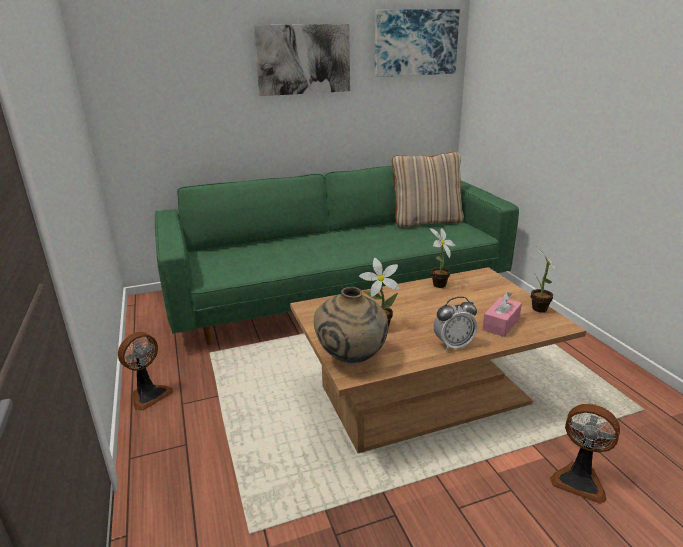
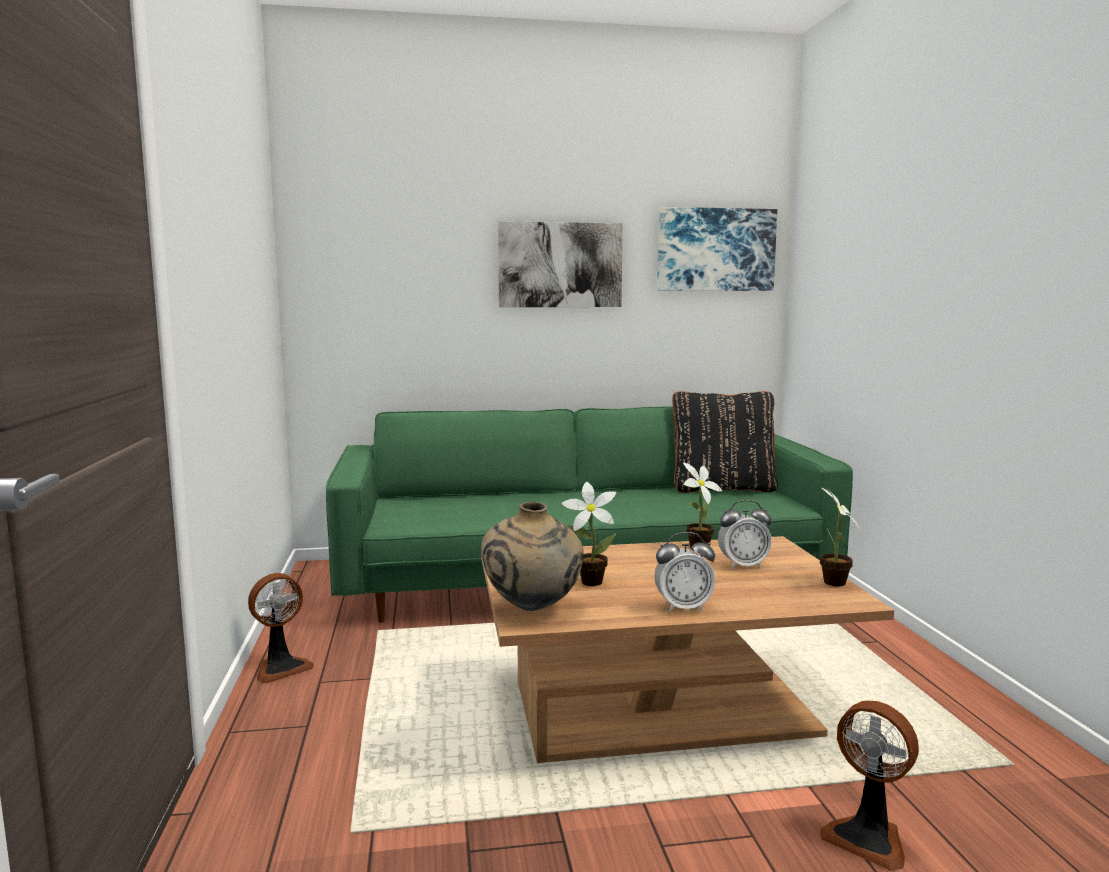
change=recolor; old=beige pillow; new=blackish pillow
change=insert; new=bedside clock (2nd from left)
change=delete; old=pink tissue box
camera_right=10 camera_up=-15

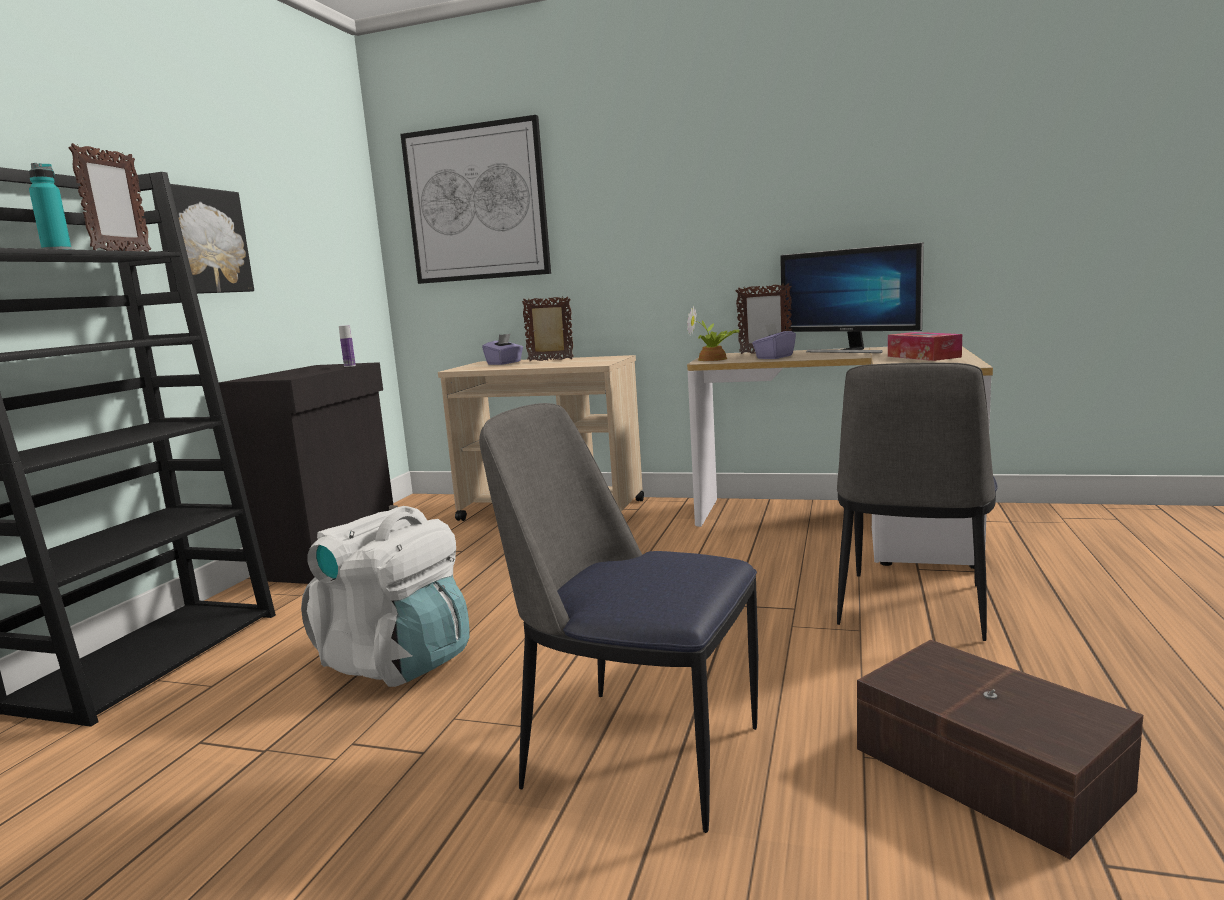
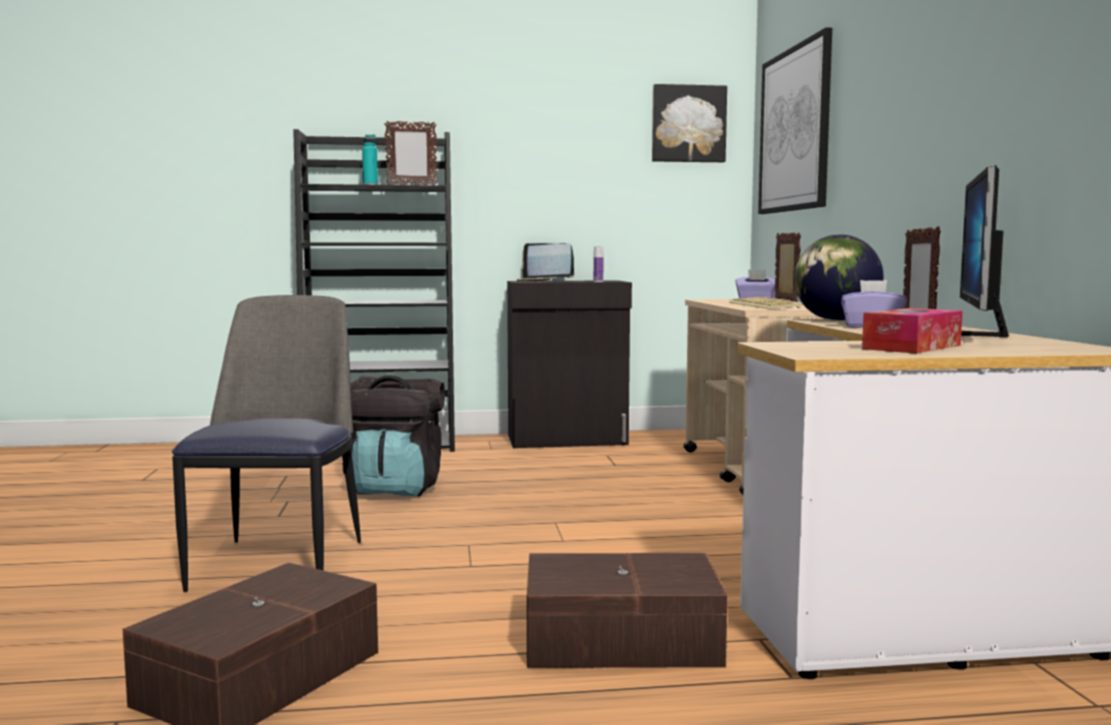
change=recolor; old=white backpack; new=blackish backpack
change=insert; new=laptop
change=replace; old=chair (2nd from left); new=brown storage box (2nd from left)
change=move; old=picture (1st from left)
change=insert; new=keyboard
change=replace; old=potted plant; new=world globe
camera_right=65 camera_up=-5

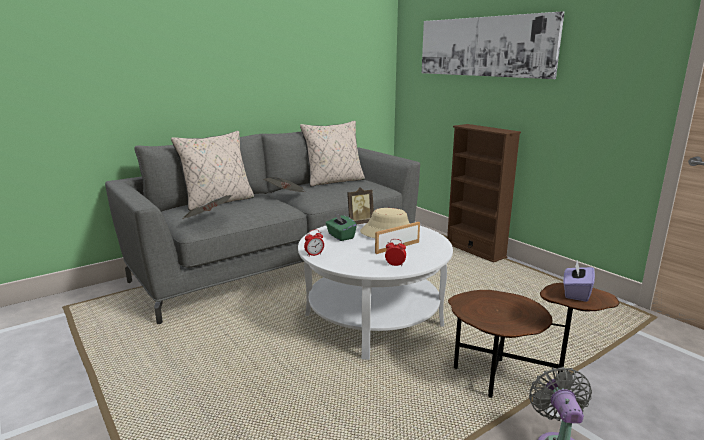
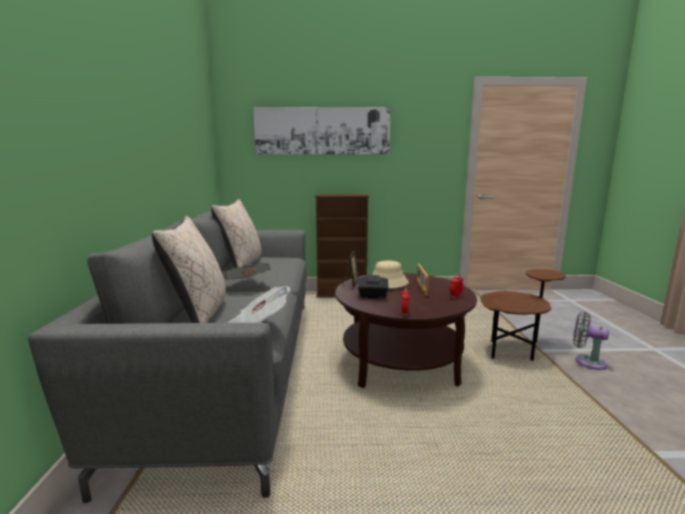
change=recolor; old=white low table; new=brown low table
change=recolor; old=green tissue box; new=blackish tissue box
change=delete; old=purple tissue box
camera_right=-55 camera_up=-5

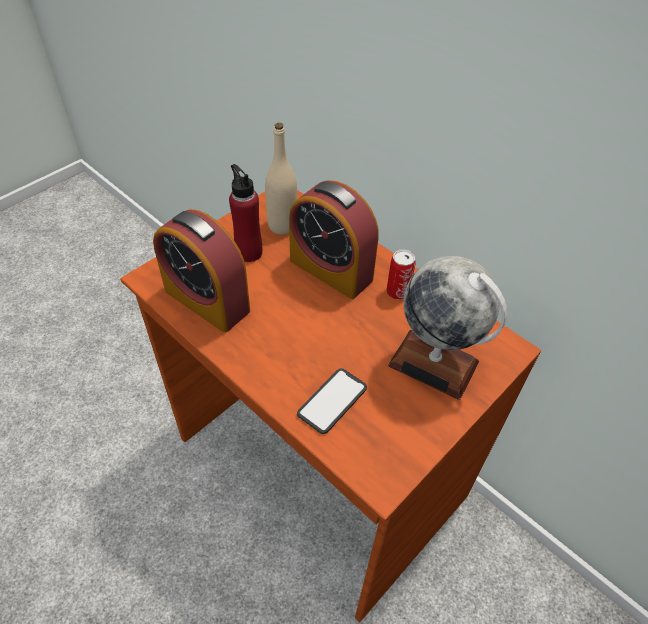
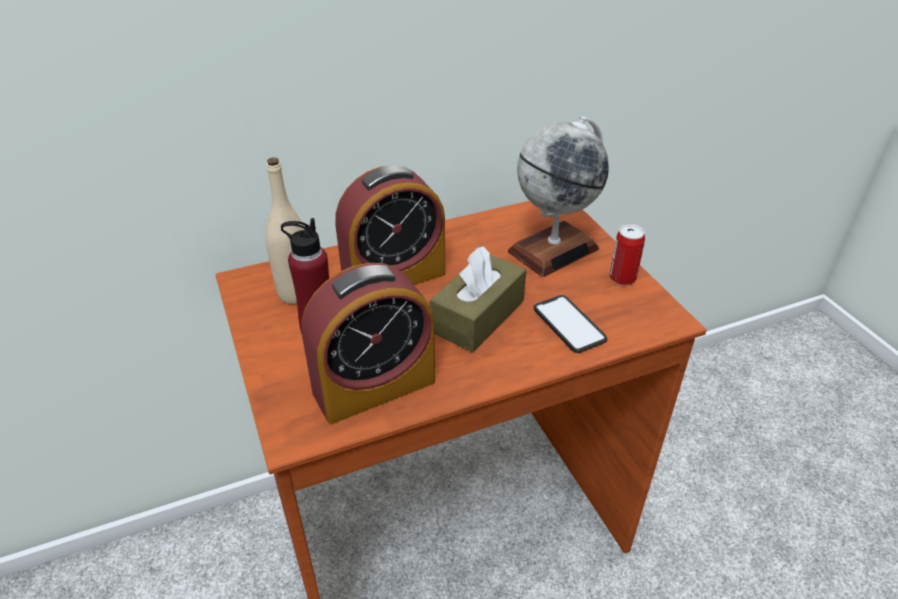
change=insert; new=brown tissue box
change=move; old=can
camera_right=-65 camera_up=-10

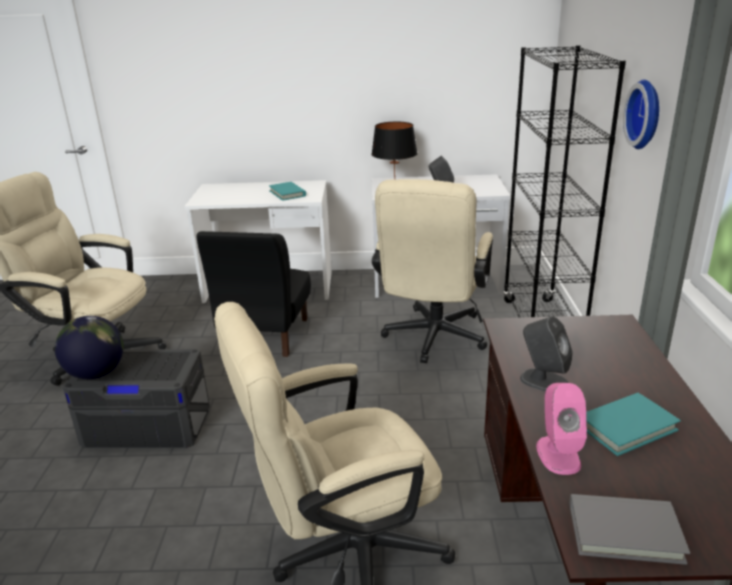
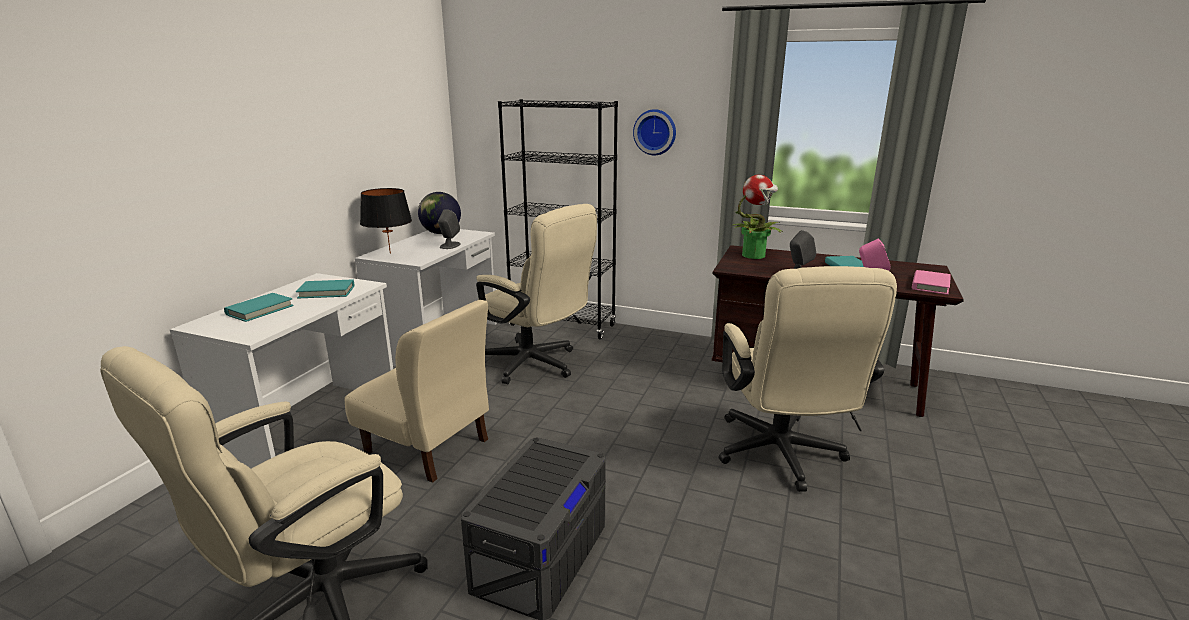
change=insert; new=blue-green book (1st from left)
change=recolor; old=blackish chair; new=beige chair
change=move; old=world globe
change=insert; new=potted plant
change=recolor; old=greyish book; new=pink book
camera_right=-70 camera_up=-5

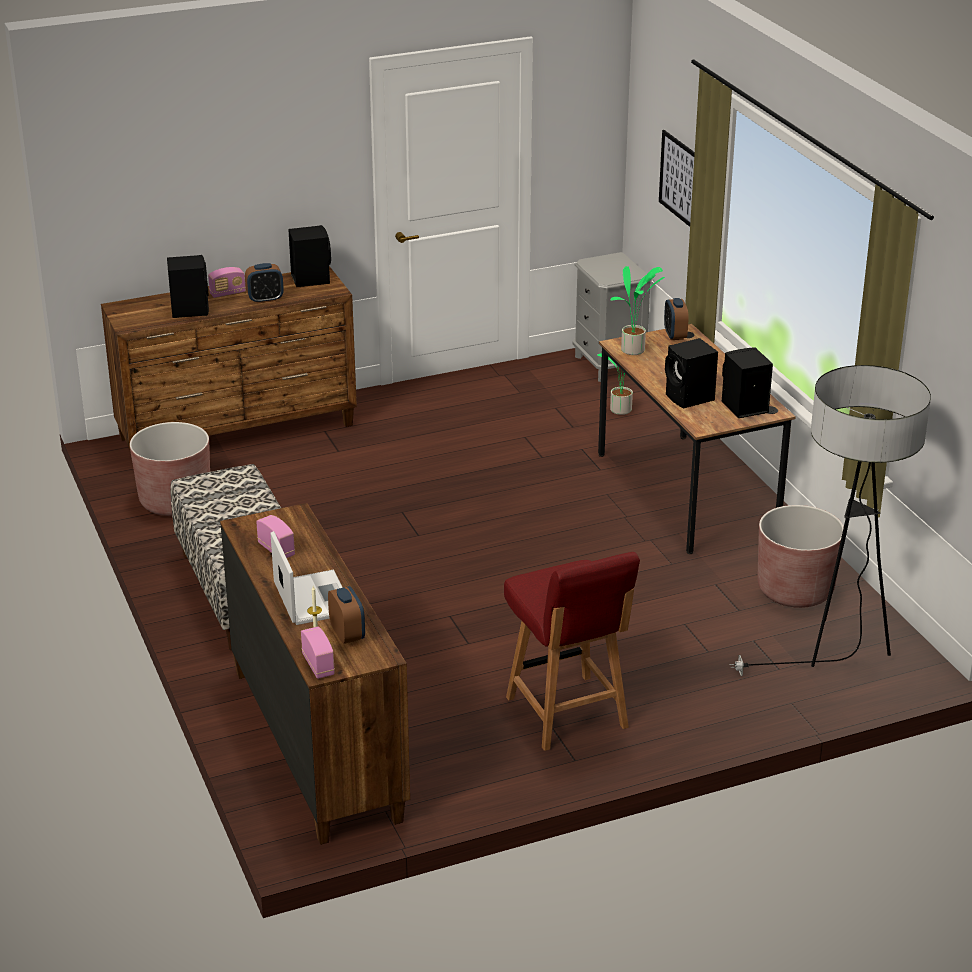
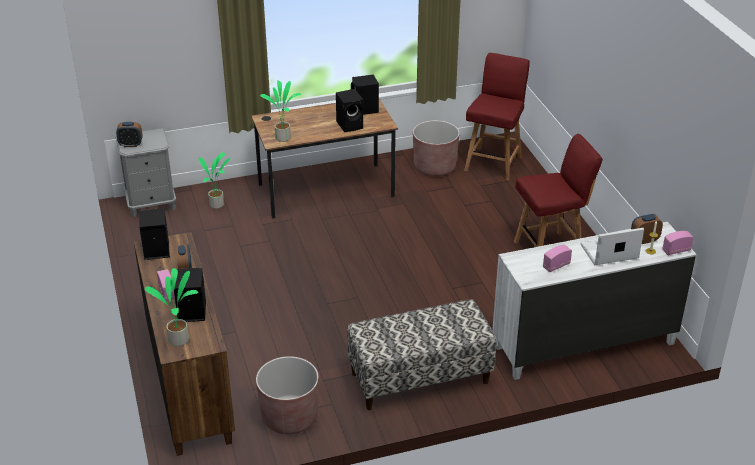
change=move; old=bedside clock (3rd from left in the first image); new=bedside clock (1st from left)
change=insert; new=potted plant (1st from left)
change=replace; old=floor lamp; new=red-coloured chair (1st from left)
change=recolor; old=brown dresser (2nd from left); new=white dresser
change=delete; old=picture
camera_right=-85 camera_up=5

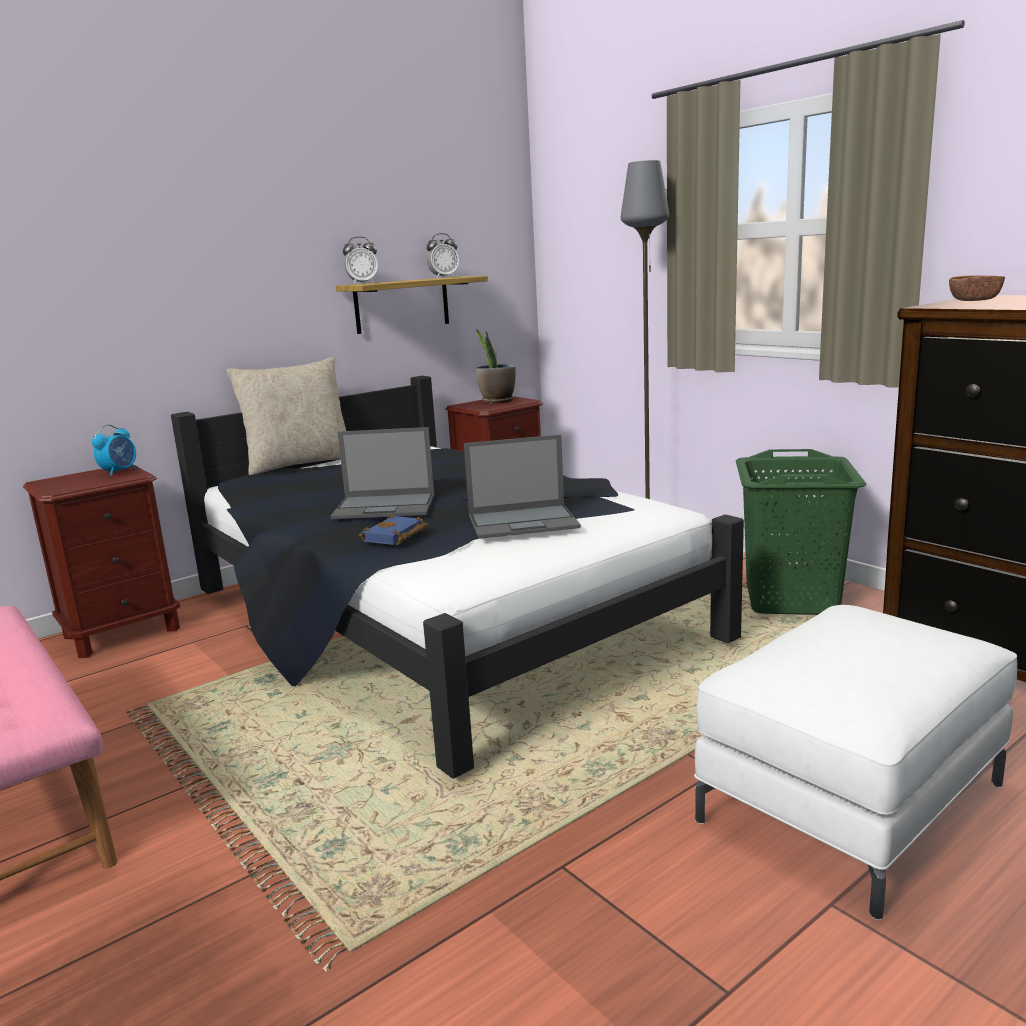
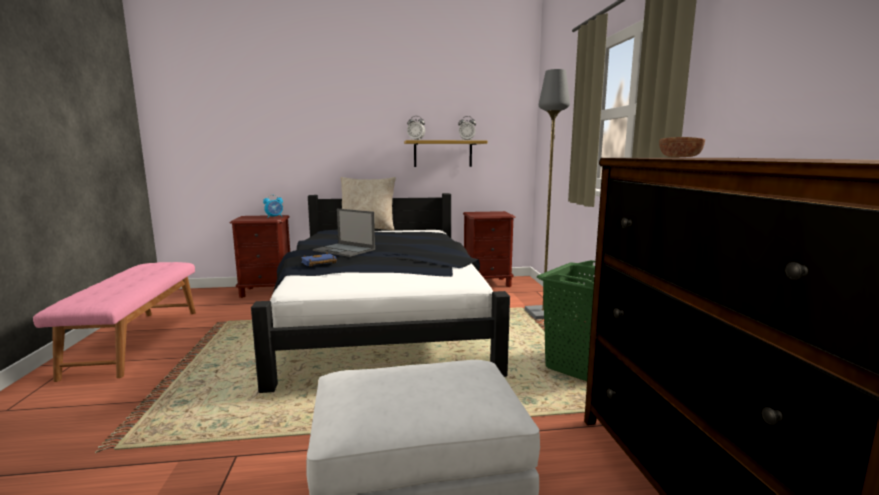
change=delete; old=laptop (2nd from left)
change=delete; old=potted plant
camera_right=30 camera_up=-5

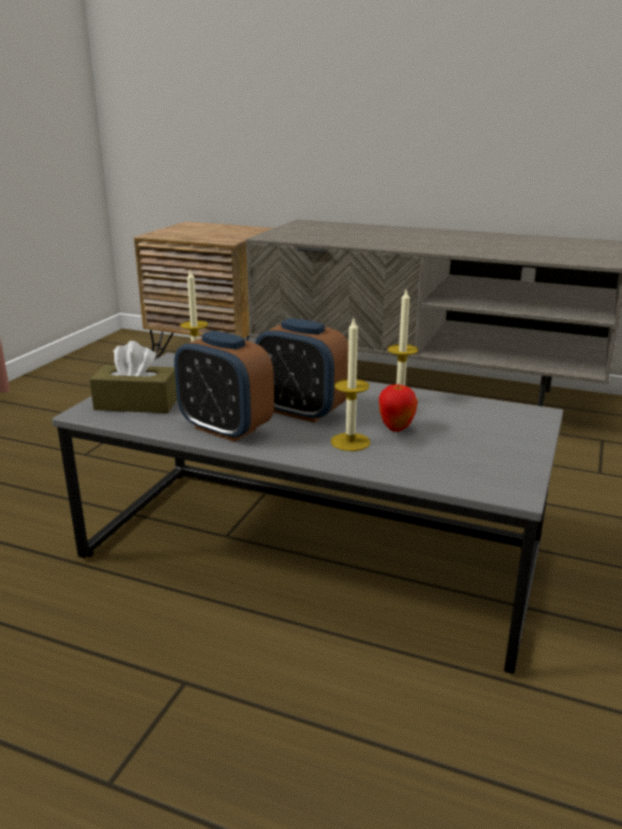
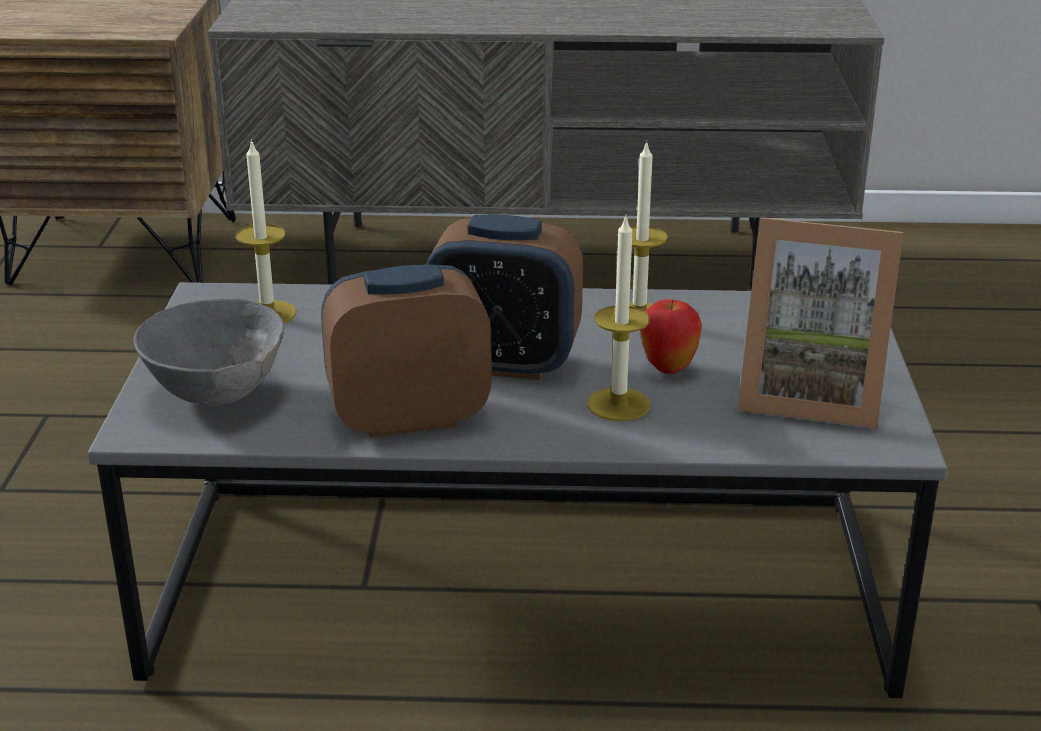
change=replace; old=brown tissue box; new=greyish deep dish
change=rotate; old=bedside clock (1st from left); degrees=150
change=insert; new=picture frame
camera_right=-20 camera_up=5

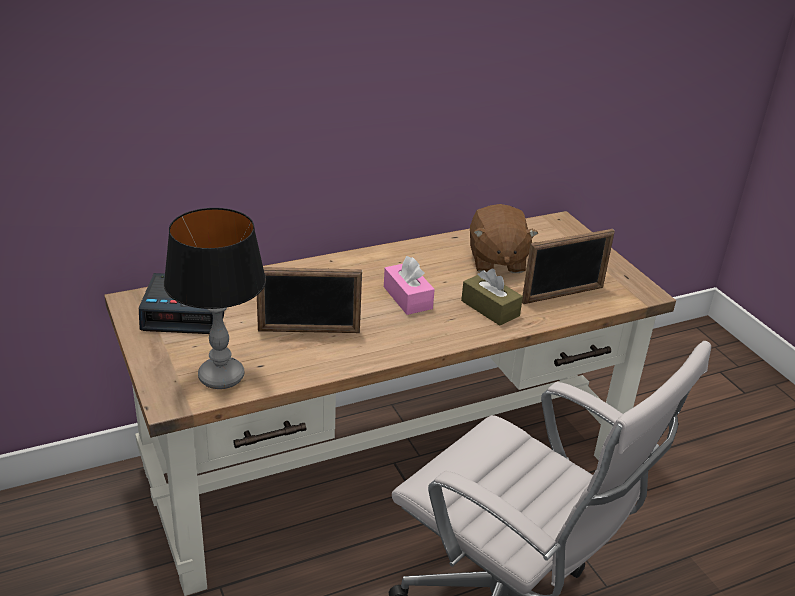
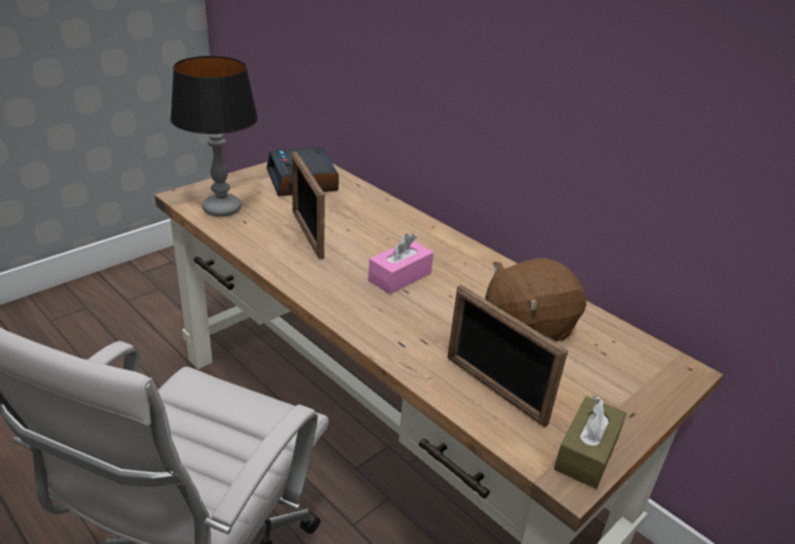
change=move; old=brown tissue box
camera_right=70 camera_up=0

